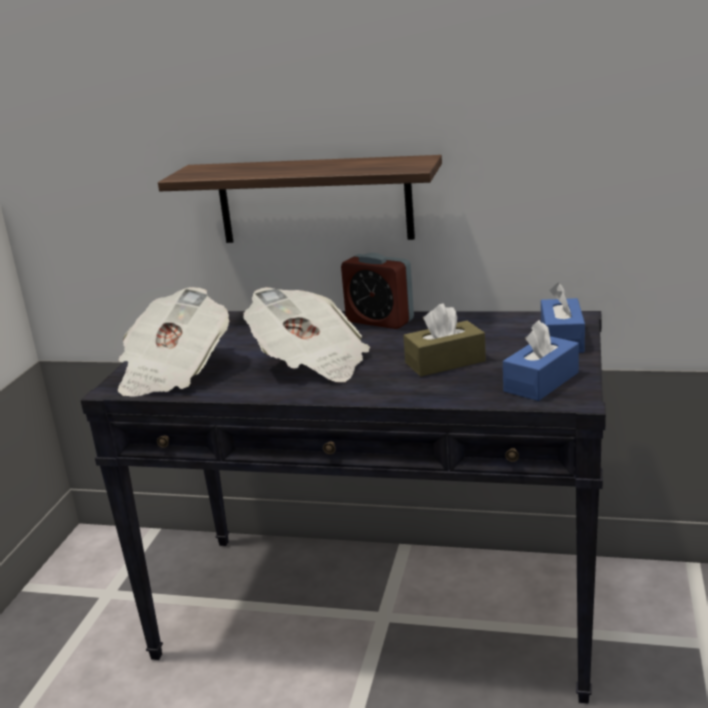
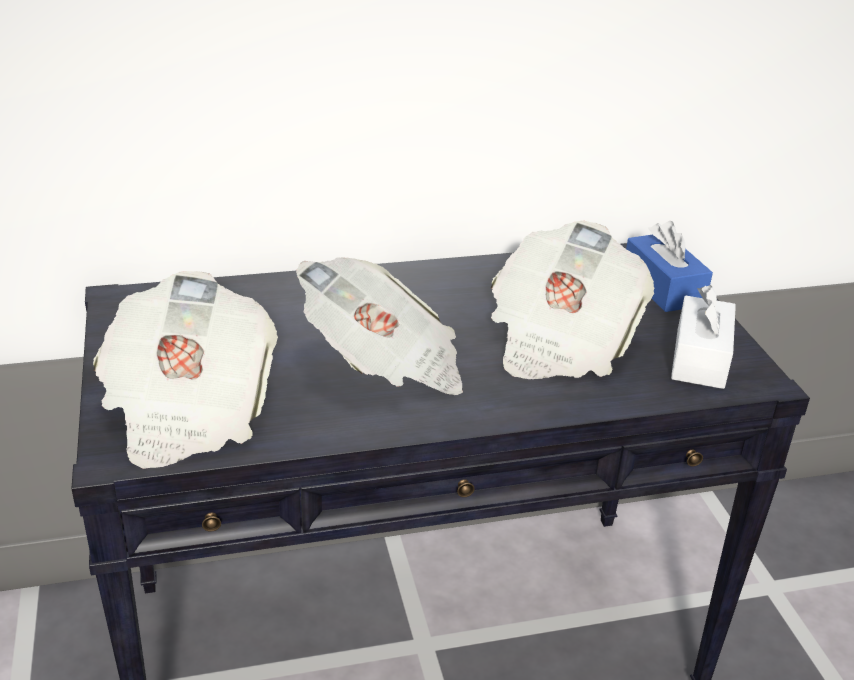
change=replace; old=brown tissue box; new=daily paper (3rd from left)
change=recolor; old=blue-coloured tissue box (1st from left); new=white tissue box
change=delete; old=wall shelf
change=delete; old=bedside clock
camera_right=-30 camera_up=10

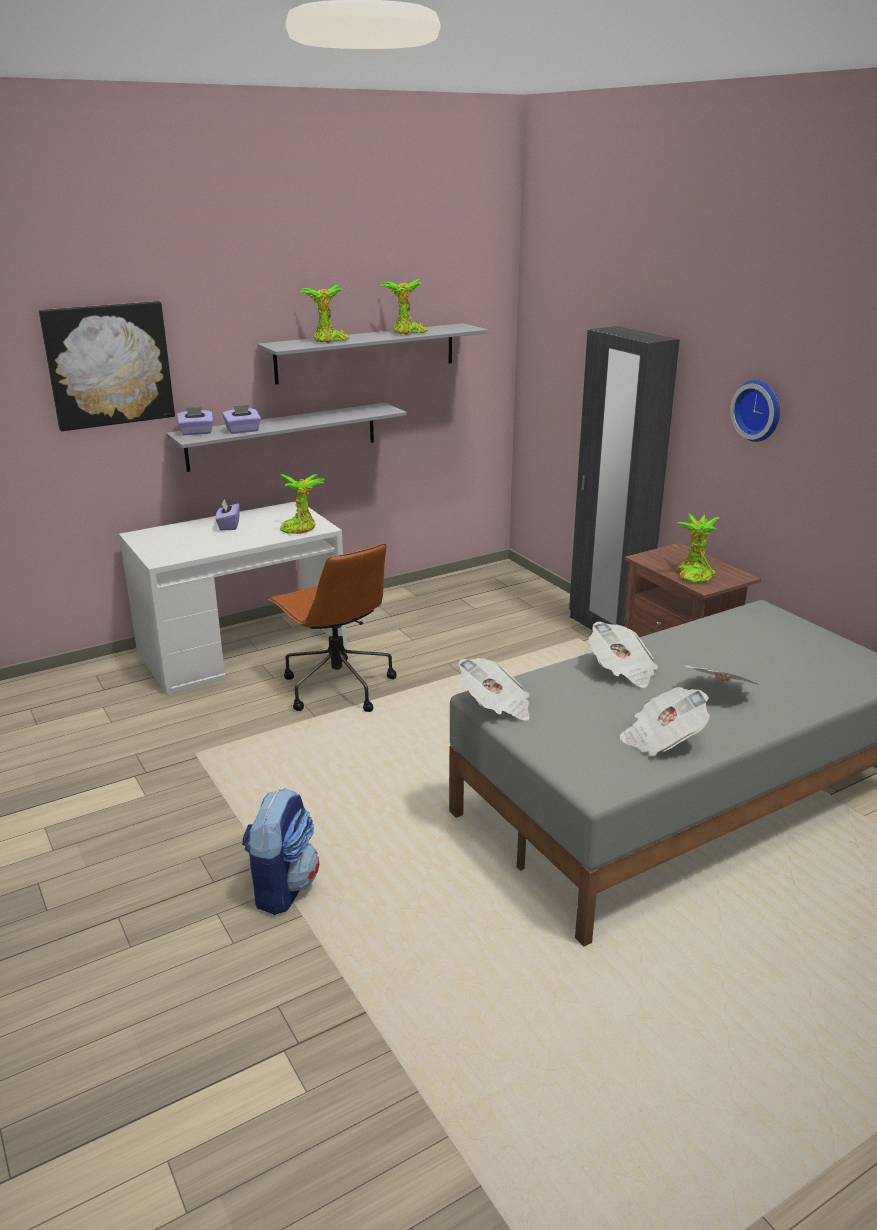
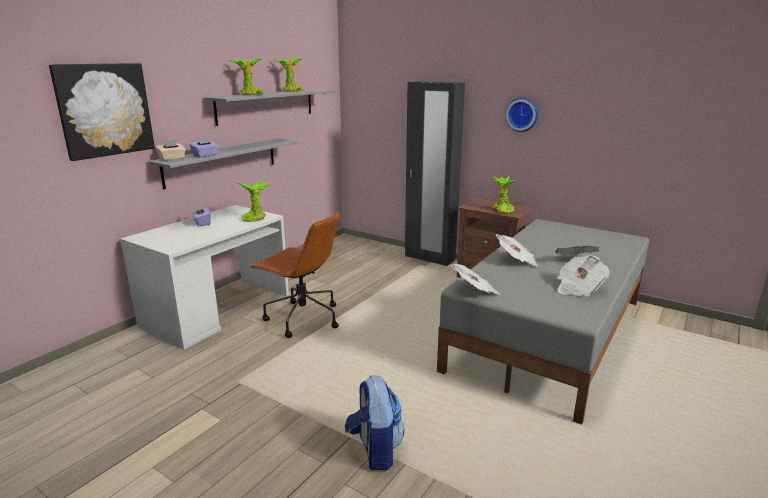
change=recolor; old=purple tissue box (1st from left); new=beige tissue box
camera_right=-25 camera_up=-5

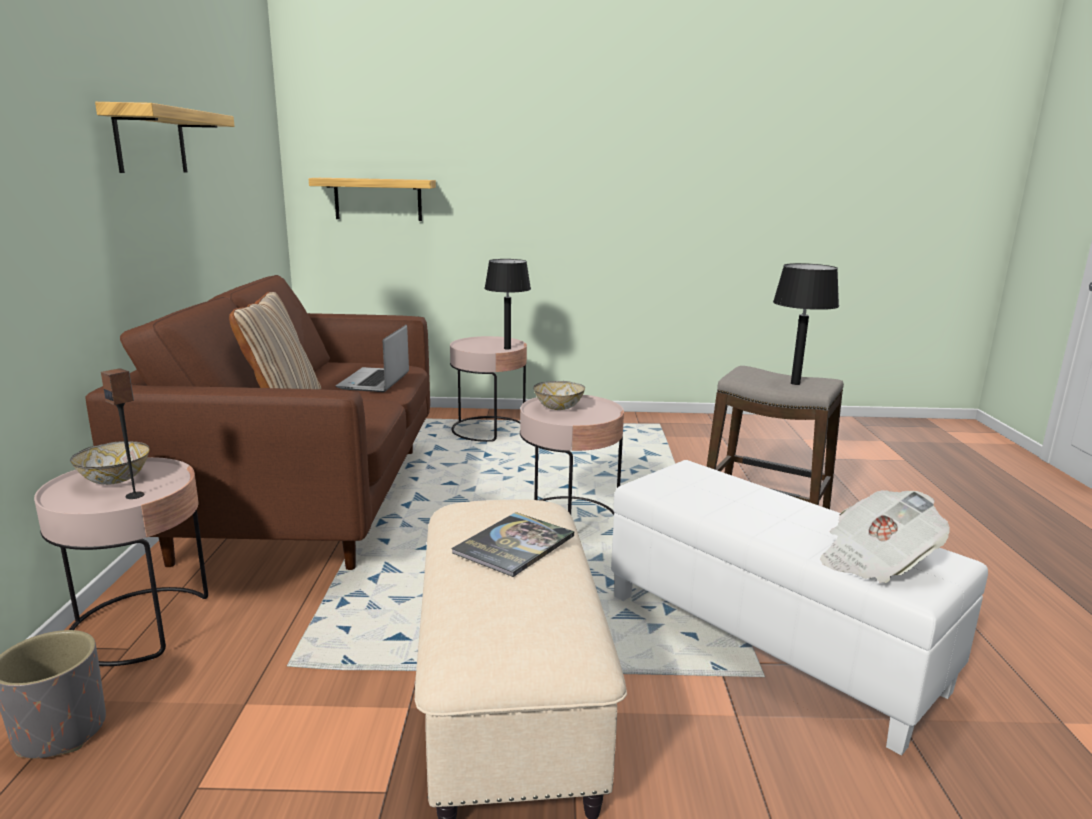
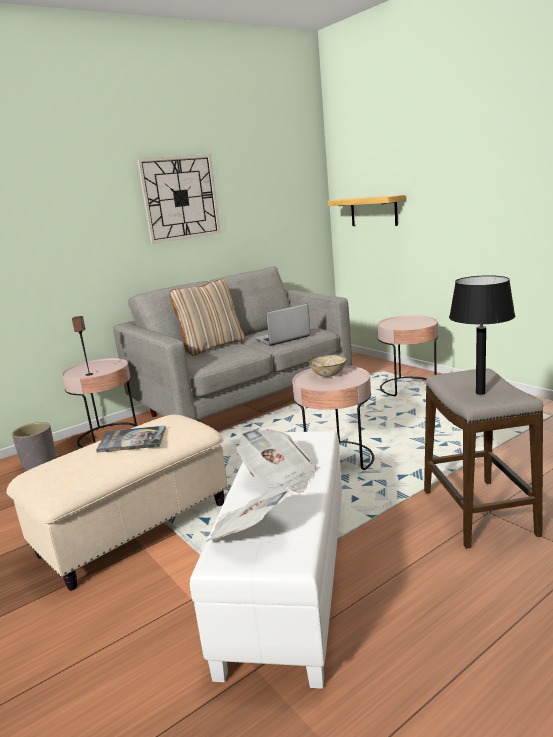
change=recolor; old=brown sofa; new=greyish sofa
change=replace; old=wall shelf (1st from left); new=hanging clock
change=insert; new=daily paper (2nd from left)
change=delete; old=deep dish (1st from left)
change=delete; old=blackish tabletop lamp (1st from left)
camera_right=55 camera_up=0

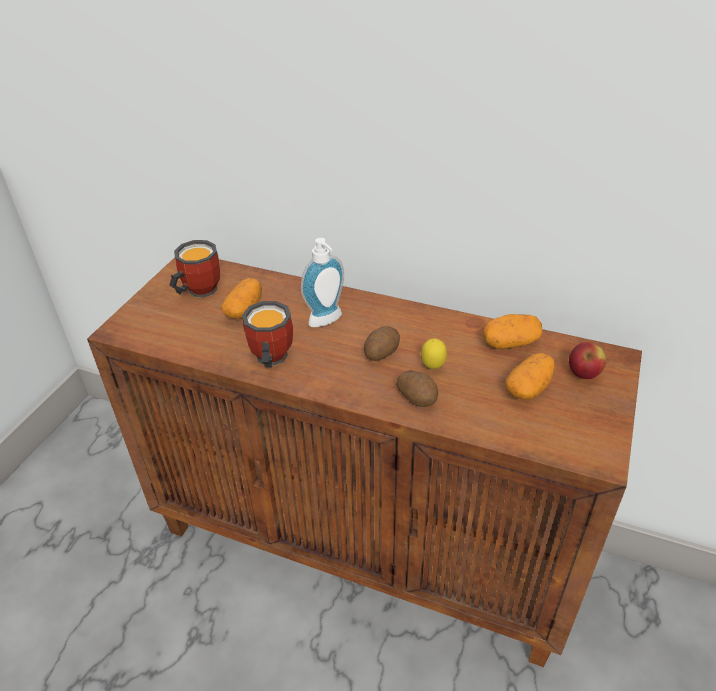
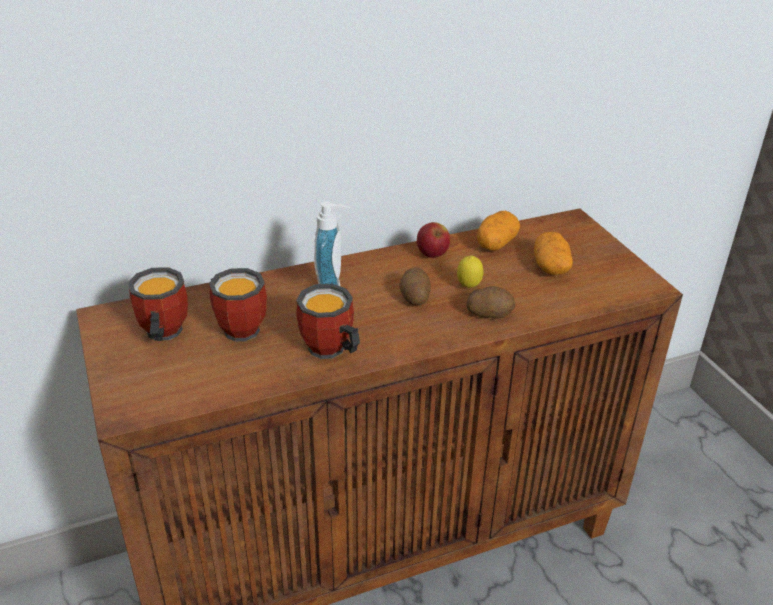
change=replace; old=spud (1st from left); new=tea mug (2nd from left)
change=move; old=apple fruit
camera_right=-45 camera_up=-5

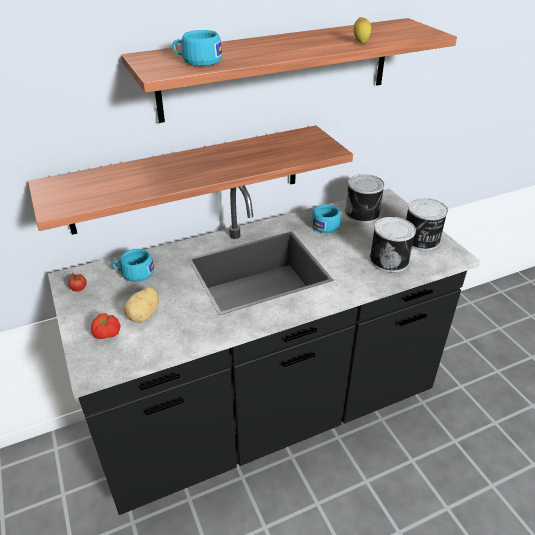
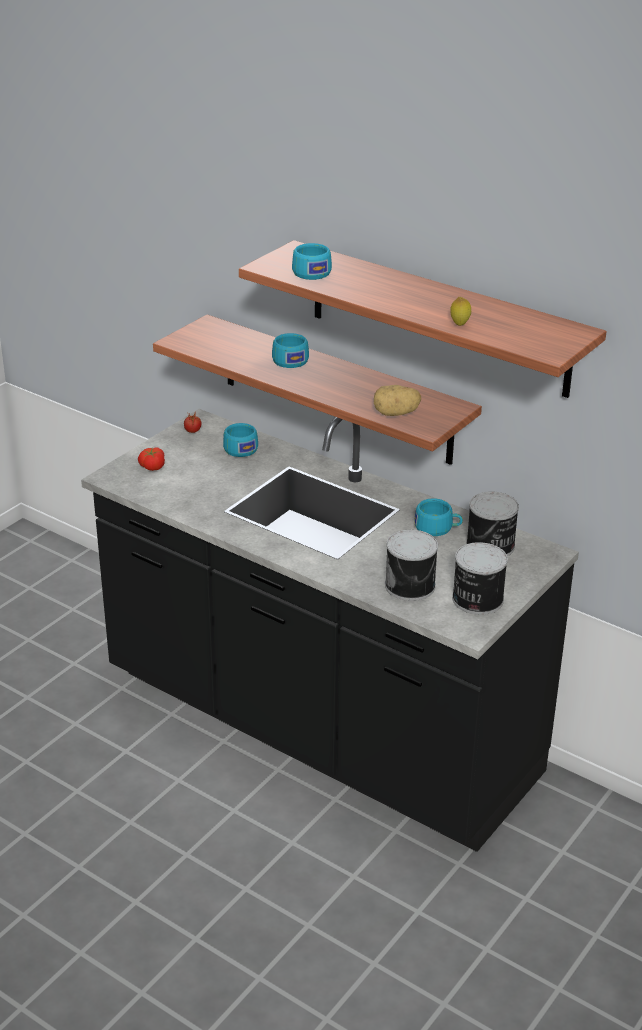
change=insert; new=blue-green small cup (2nd from left)
change=move; old=spud
camera_right=60 camera_up=-5

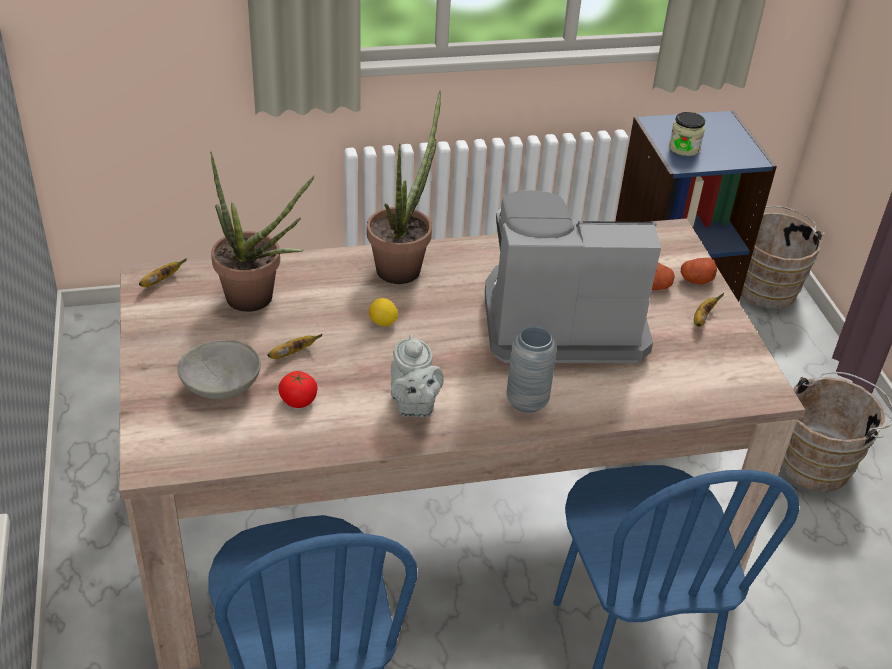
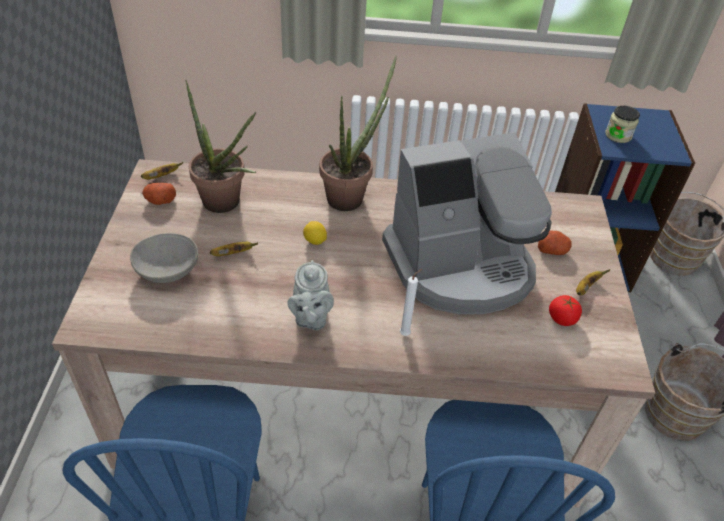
change=move; old=spud (2nd from left in the first image); new=spud (1st from left)
change=rotate; old=coffee machine; degrees=150
change=replace; old=greyish vase; new=white wax candle
change=move; old=tomato
camera_right=15 camera_up=5

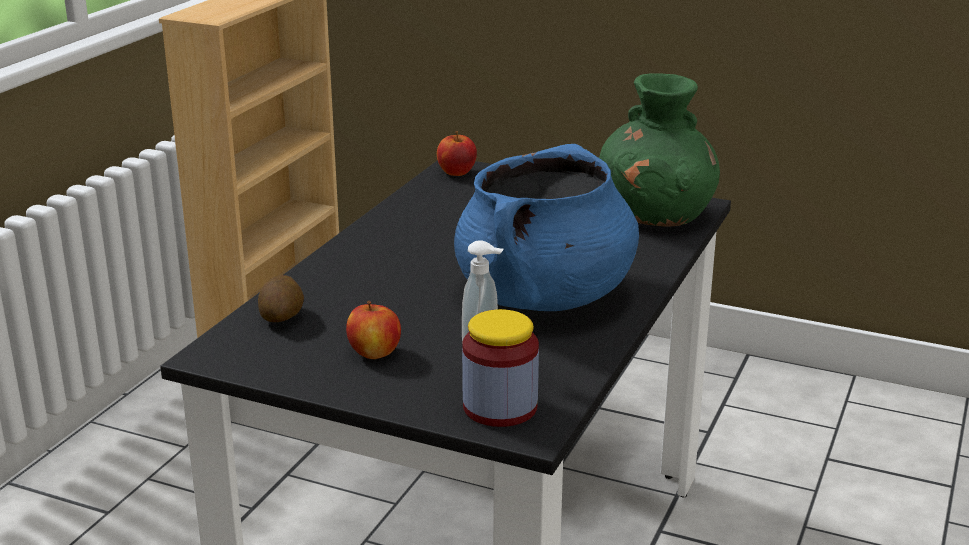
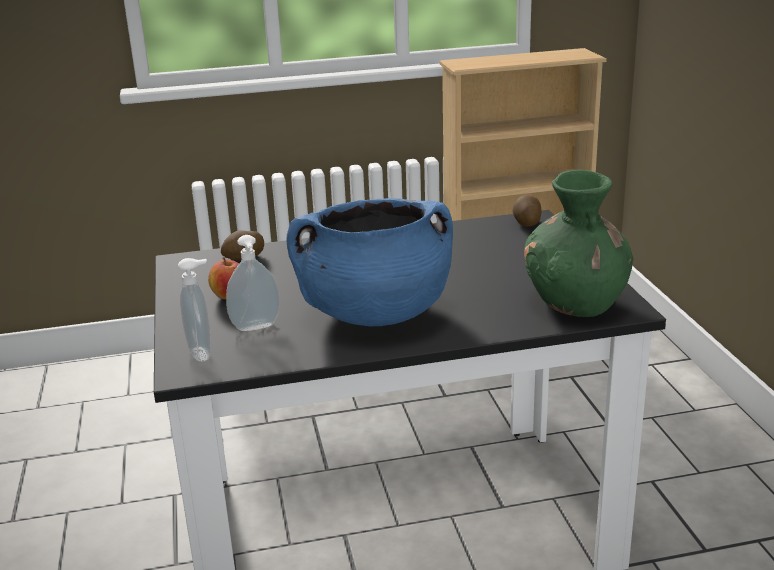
change=replace; old=preserve jar; new=liquid soap bottle (1st from left)
change=replace; old=apple fruit (2nd from left); new=spud (2nd from left)
camera_right=55 camera_up=0

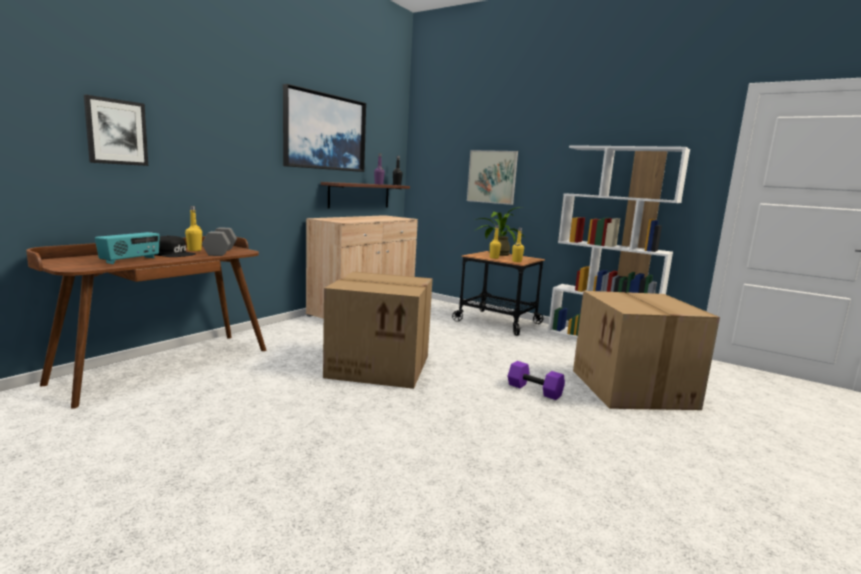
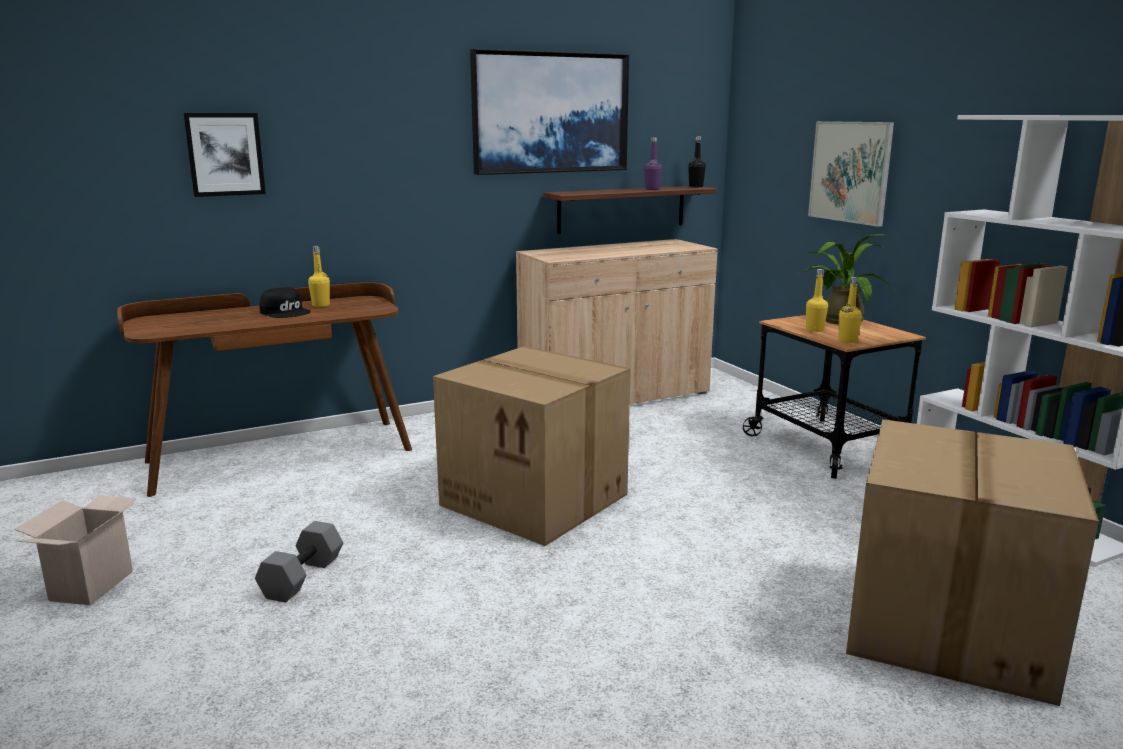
change=insert; new=cardboard box (1st from left)
change=move; old=greyish free weight
change=delete; old=radio set
change=delete; old=purple free weight
camera_right=30 camera_up=5

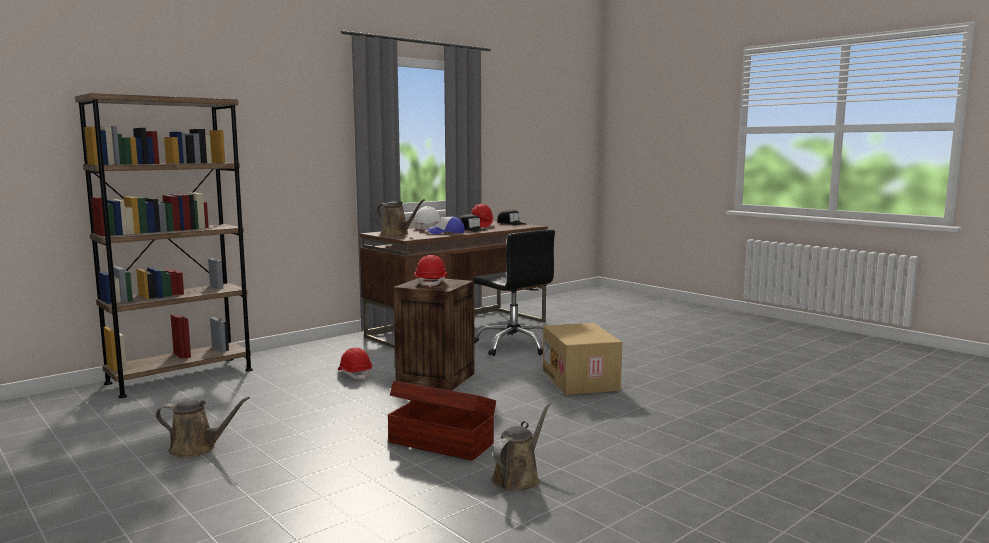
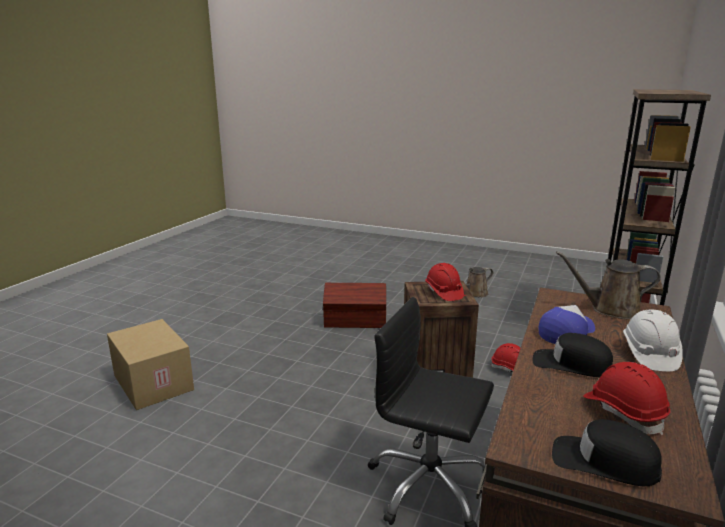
change=move; old=cardboard box
change=delete; old=brown watering can (3rd from left)
camera_right=155 camera_up=10

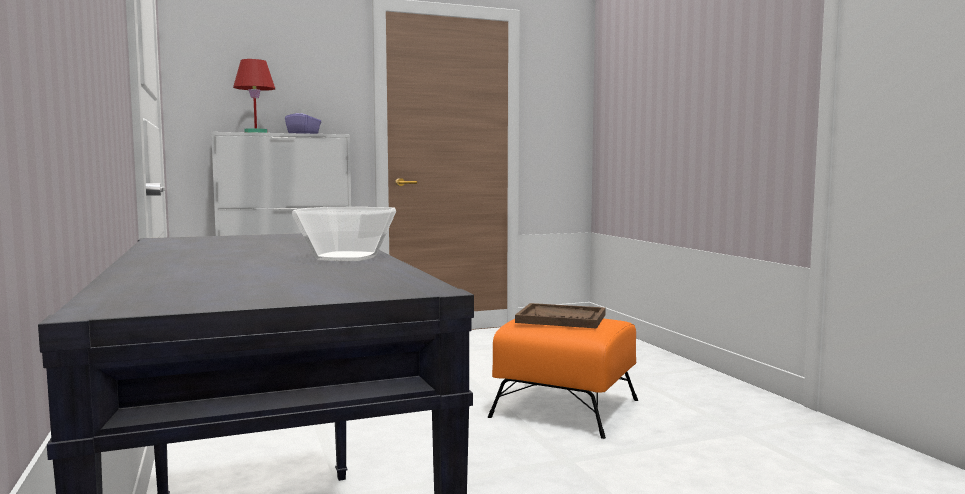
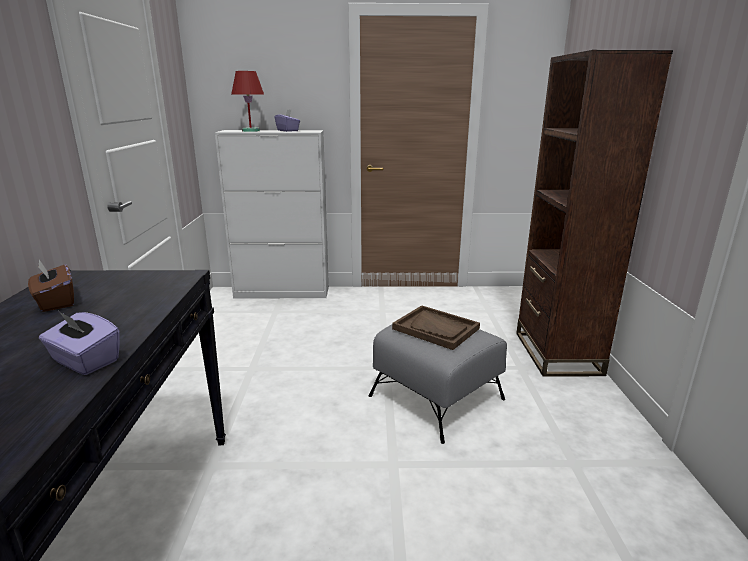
change=insert; new=brown tissue box
change=replace; old=deep dish; new=purple tissue box (1st from left)
change=recolor; old=orange ottoman; new=greyish ottoman
change=insert; new=brown shelving unit
camera_right=20 camera_up=15

